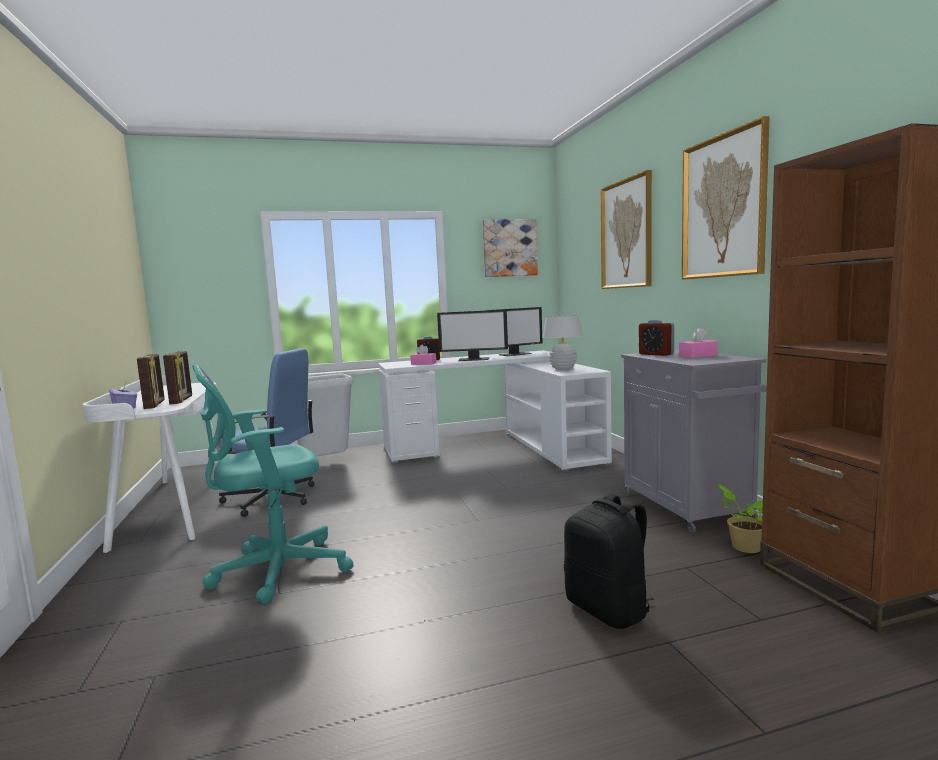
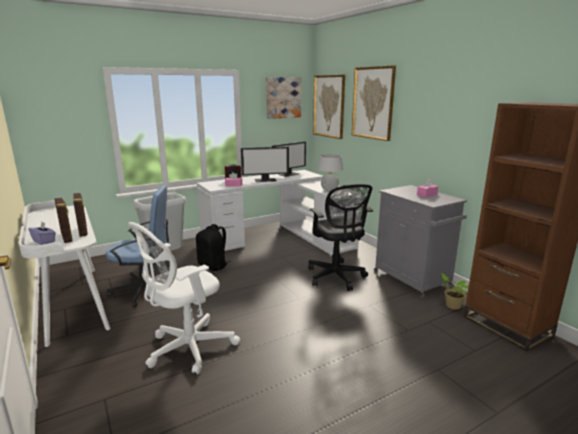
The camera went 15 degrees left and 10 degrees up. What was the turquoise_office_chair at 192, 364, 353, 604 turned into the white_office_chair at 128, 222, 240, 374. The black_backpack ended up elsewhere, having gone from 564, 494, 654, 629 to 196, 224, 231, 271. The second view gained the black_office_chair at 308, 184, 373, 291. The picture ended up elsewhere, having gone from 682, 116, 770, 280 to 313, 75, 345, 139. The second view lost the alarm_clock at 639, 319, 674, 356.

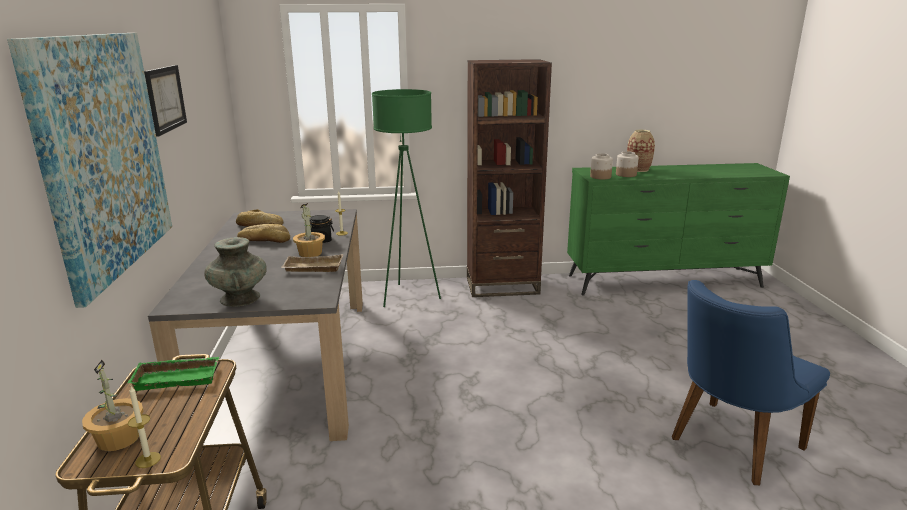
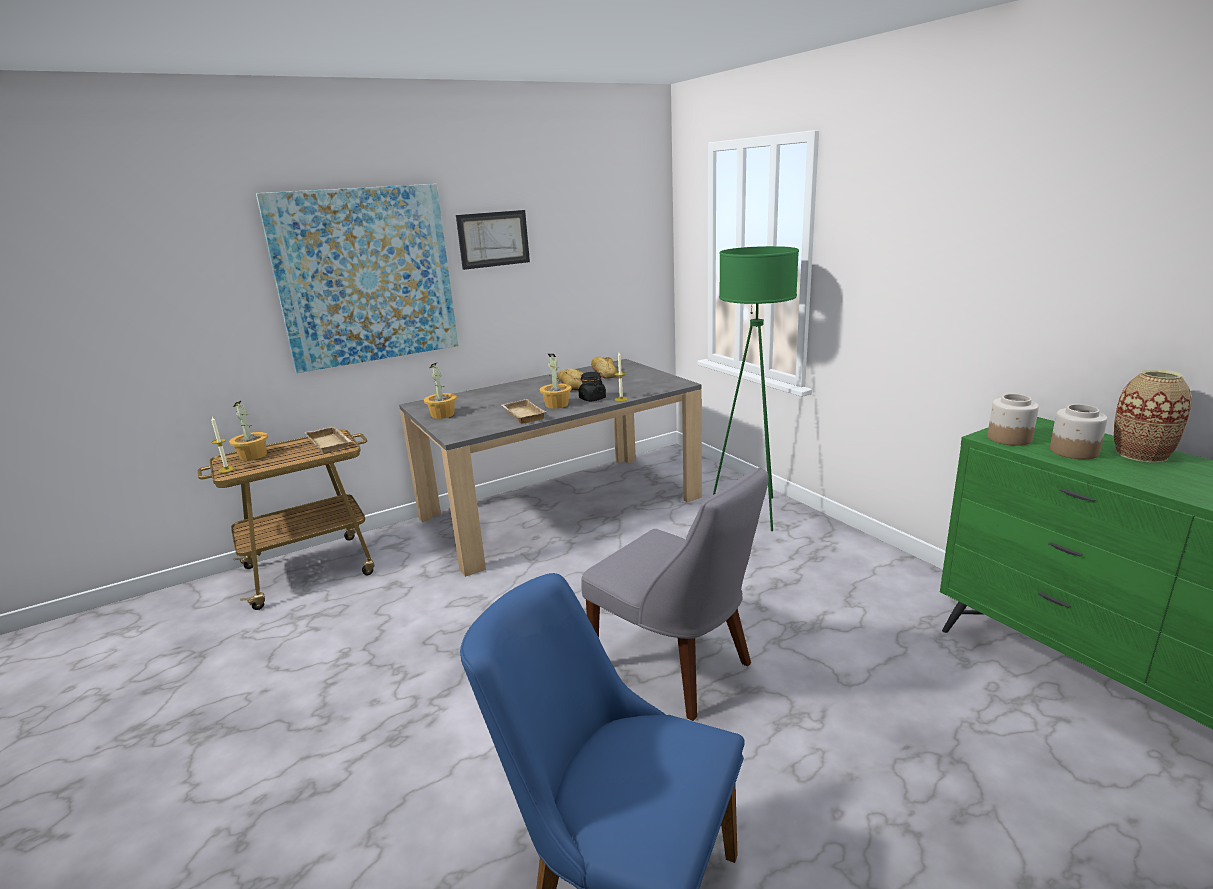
The camera went 65 degrees right and 0 degrees up. What was the green_tray at 127, 357, 219, 391 turned into the beige_tray at 305, 426, 352, 454. Where the turquoise_vase stood at 204, 237, 267, 307, the potted_plant came to stand at 424, 363, 457, 419. The second view gained the grey_chair at 581, 468, 769, 721. The second view lost the brown_bookcase at 467, 59, 552, 297.

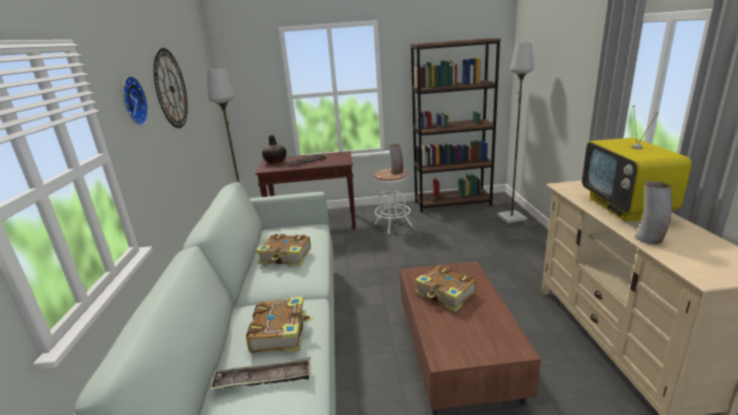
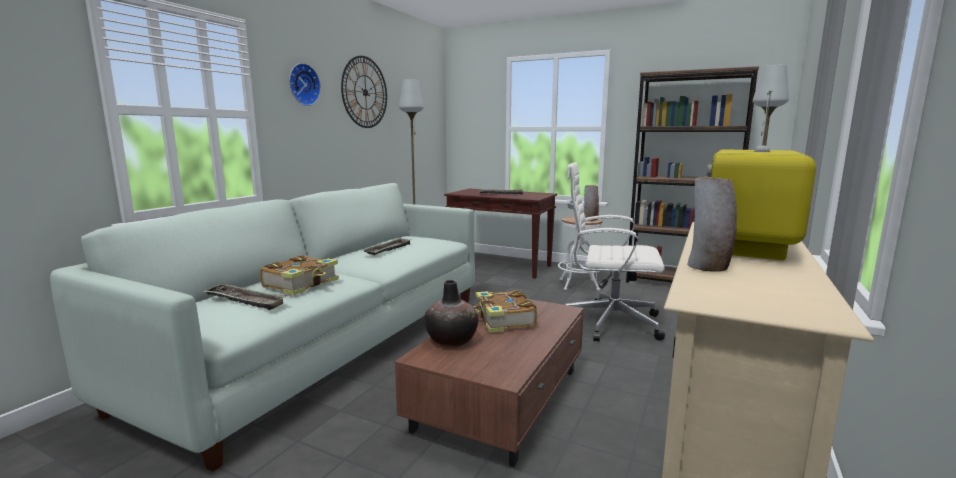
The camera went 30 degrees right and 10 degrees down. Where the book stood at 256, 234, 311, 266, the tray came to stand at 363, 237, 412, 255. The vase ended up elsewhere, having gone from 262, 135, 287, 164 to 424, 280, 478, 347. The second view gained the white_office_chair at 565, 162, 665, 342.

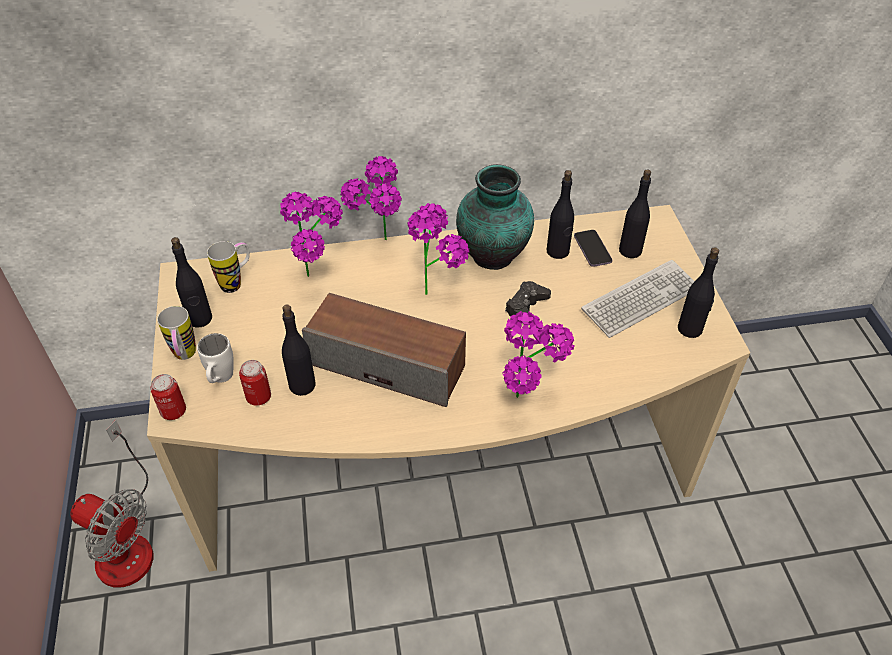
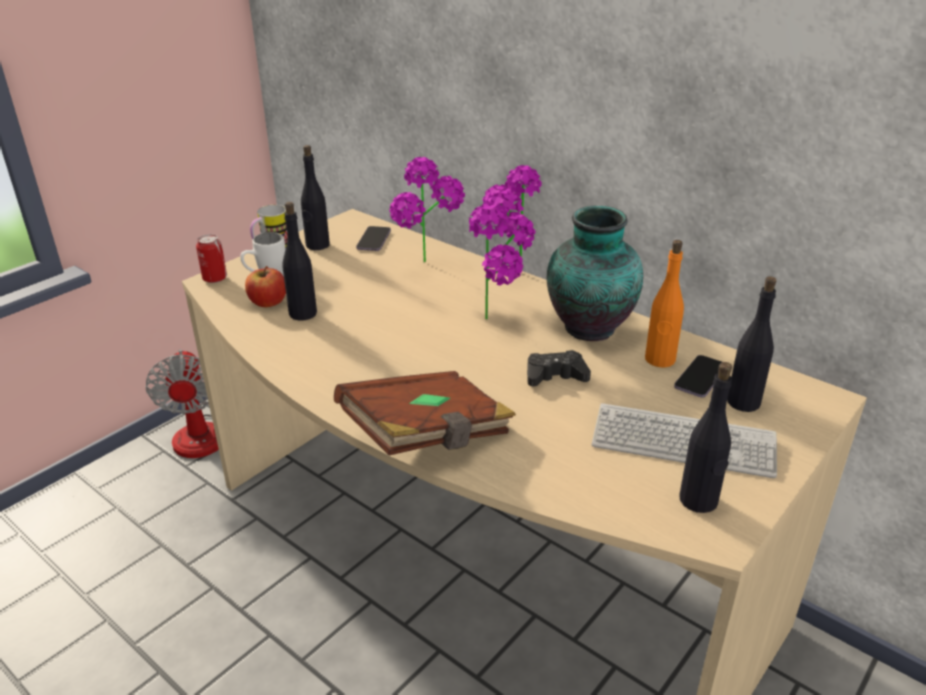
The camera went 50 degrees right and 15 degrees down. Where the can stood at 239, 360, 271, 406, the apple came to stand at 245, 266, 286, 307. Where the potted_plant stood at 503, 311, 575, 398, the brown_book came to stand at 334, 371, 516, 455. Where the mug stood at 207, 241, 250, 293, the phone came to stand at 356, 226, 391, 251. What was the black_bottle at 547, 170, 574, 259 turned into the orange_bottle at 645, 240, 684, 368. The second view lost the speaker at 302, 293, 466, 407.

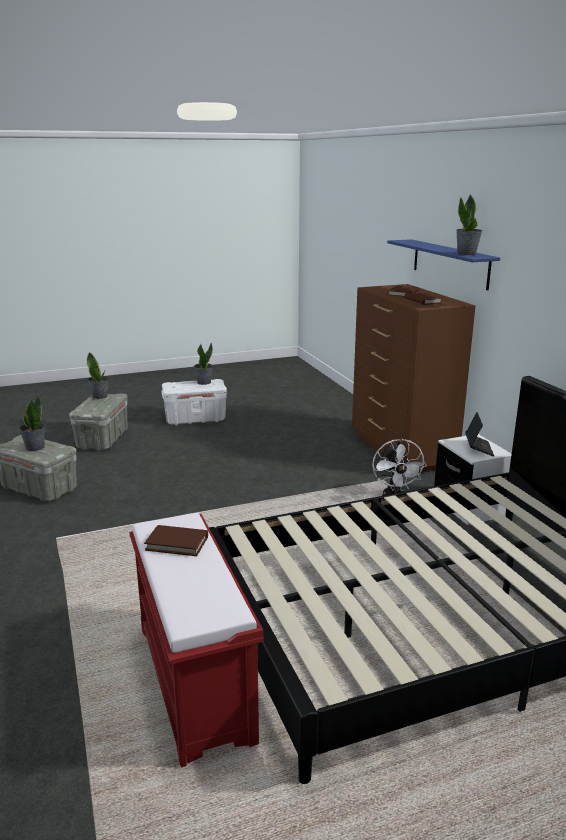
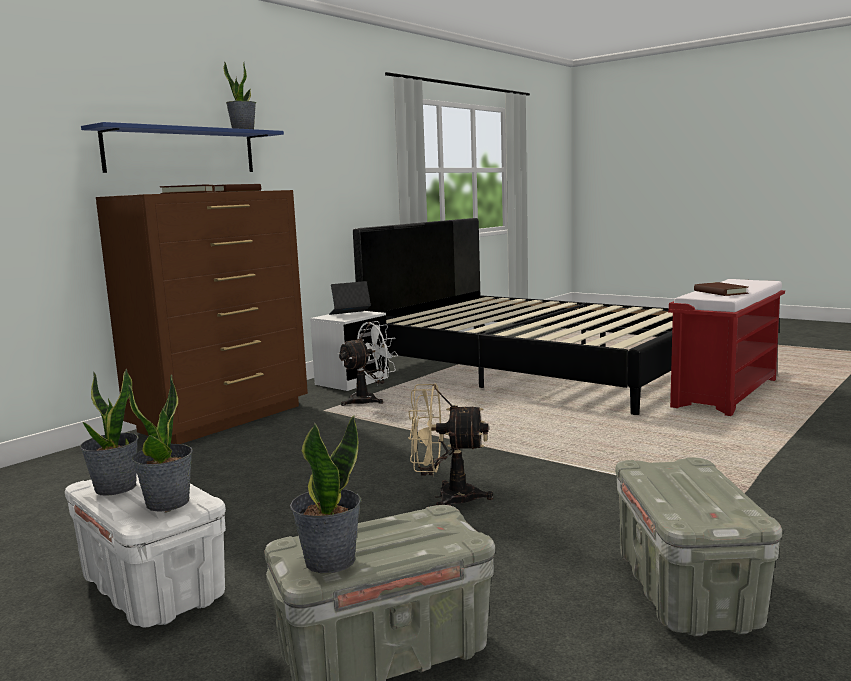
The camera went 120 degrees left and 10 degrees down. The potted_plant ended up elsewhere, having gone from 19, 395, 45, 451 to 128, 374, 193, 512. The second view gained the beige_fan at 408, 383, 493, 505.

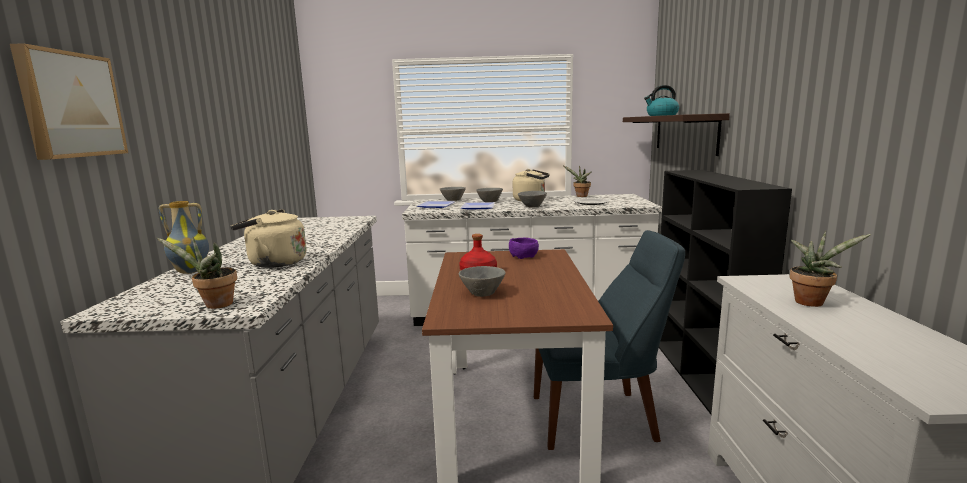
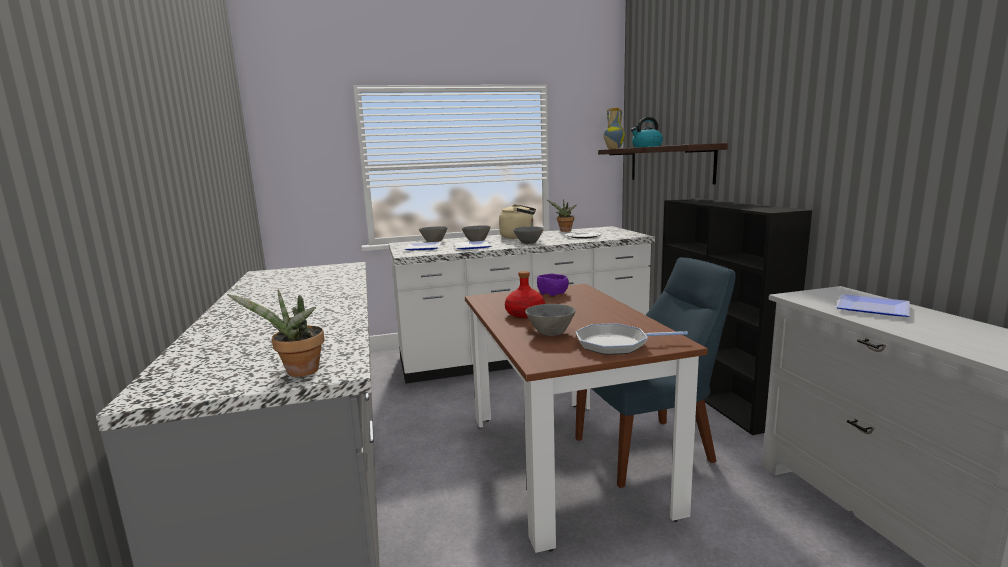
The camera went 15 degrees left and 0 degrees up. The second view gained the frying_pan at 575, 323, 688, 355. The vase ended up elsewhere, having gone from 159, 201, 209, 274 to 603, 108, 625, 149. Where the potted_plant stood at 789, 231, 871, 307, the plate came to stand at 836, 294, 910, 317. The second view lost the picture at 10, 43, 128, 160. The second view lost the beige_kettle at 231, 209, 307, 268.

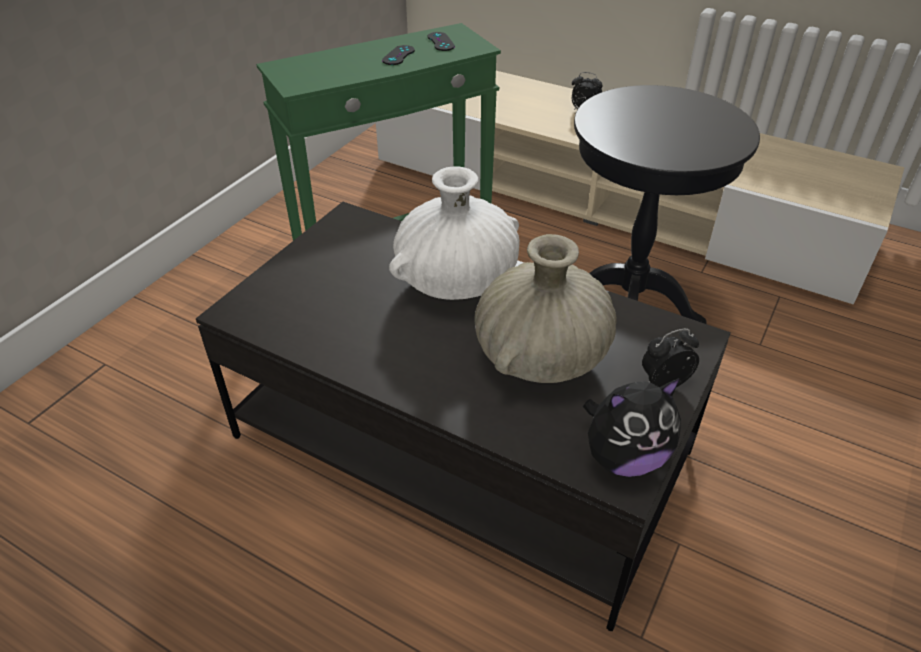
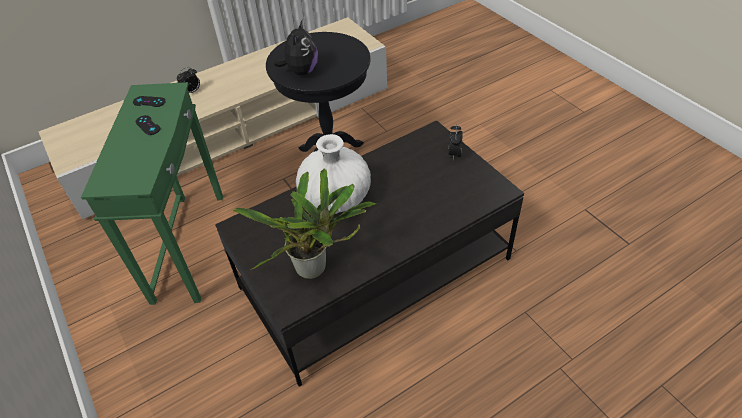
The camera went 60 degrees left and 5 degrees up. The second view gained the potted_plant at 233, 169, 377, 279. The plush_toy ended up elsewhere, having gone from 583, 378, 681, 477 to 274, 20, 318, 75. The second view lost the beige_vase at 474, 234, 617, 383.

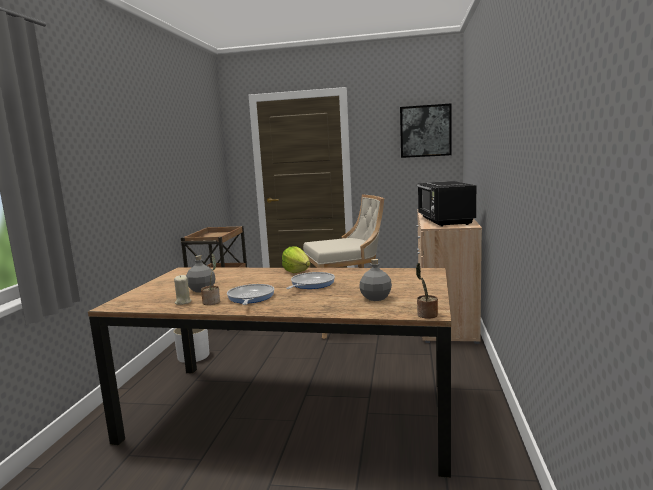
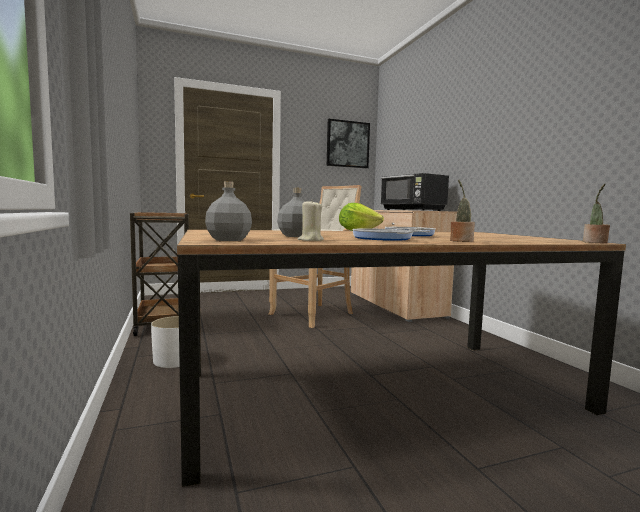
The camera went 30 degrees left and 5 degrees down. The grey_bottle ended up elsewhere, having gone from 359, 259, 392, 301 to 205, 181, 252, 241. The potted_plant ended up elsewhere, having gone from 201, 253, 220, 305 to 450, 180, 475, 242.

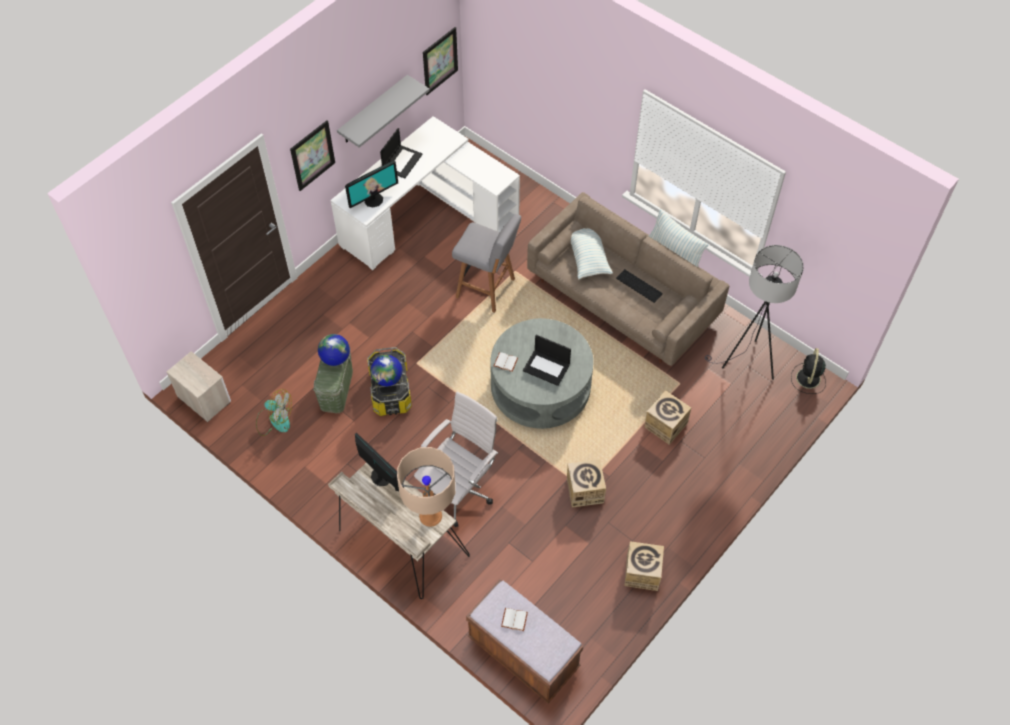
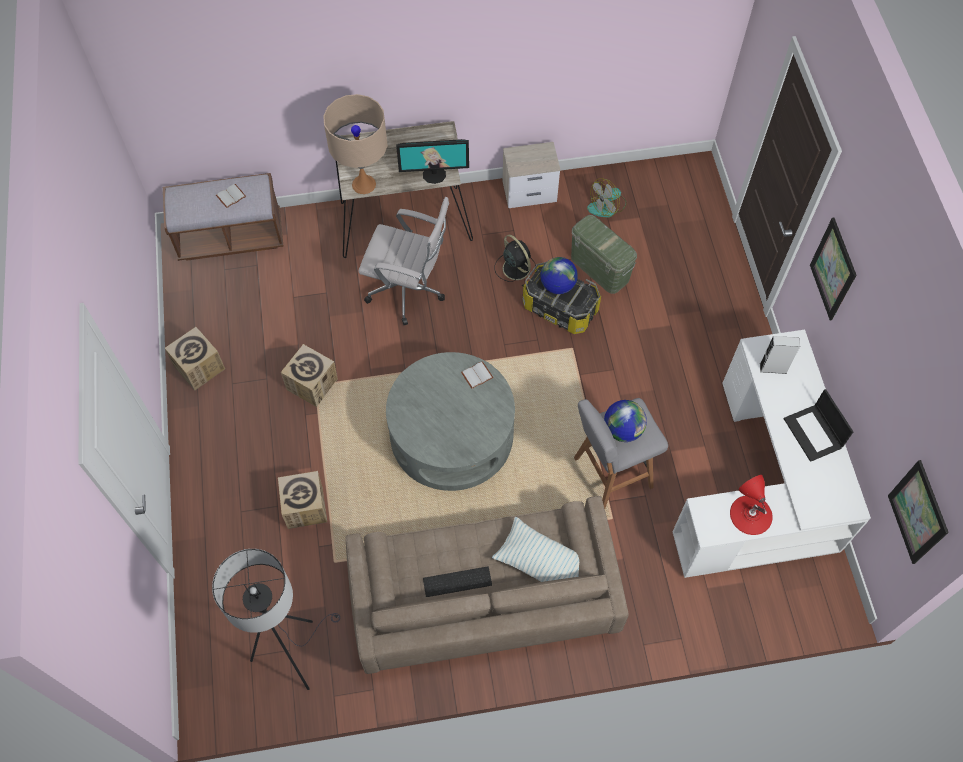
The camera went 130 degrees right and 5 degrees up. The white_office_chair at 414, 391, 498, 527 ended up facing another way, 60 degrees counterclockwise from before. The black_fan ended up elsewhere, having gone from 791, 348, 826, 394 to 494, 235, 537, 286. The nightstand ended up elsewhere, having gone from 167, 351, 231, 422 to 502, 142, 560, 208. The globe ended up elsewhere, having gone from 318, 334, 350, 366 to 604, 400, 647, 442. The second view gained the red_table_lamp at 730, 475, 773, 535. Where the monitor stood at 345, 161, 398, 208, the grey_speaker came to stand at 760, 336, 800, 374. The second view lost the grey_shelf at 337, 75, 429, 148. The second view lost the laptop at 523, 335, 571, 386. The second view lost the pillow at 648, 209, 709, 267.

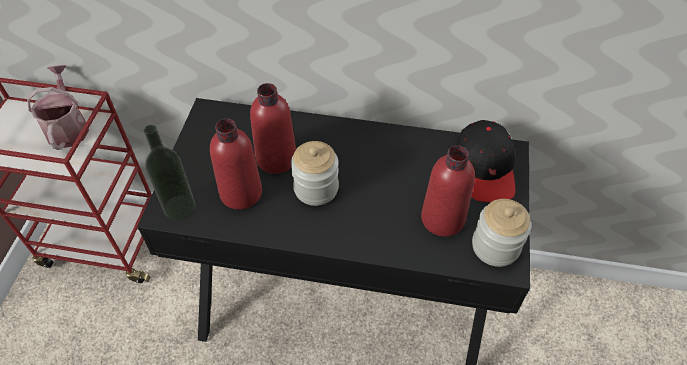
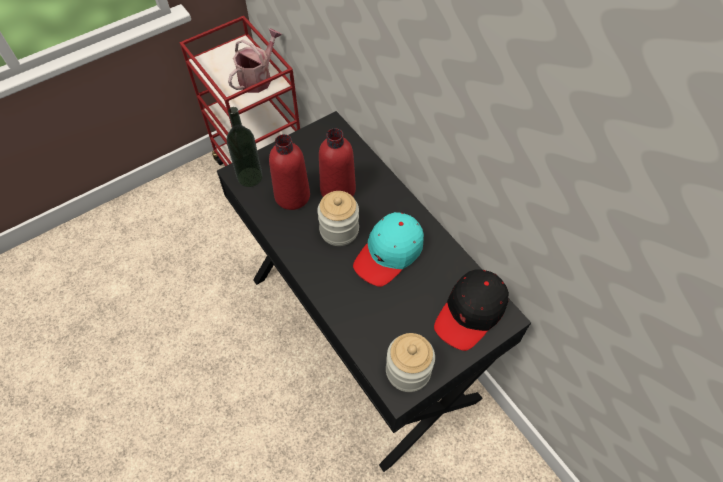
The camera went 45 degrees right and 5 degrees up. The second view gained the turquoise_cap at 353, 212, 424, 287. The second view lost the red_bottle at 421, 145, 475, 237.

